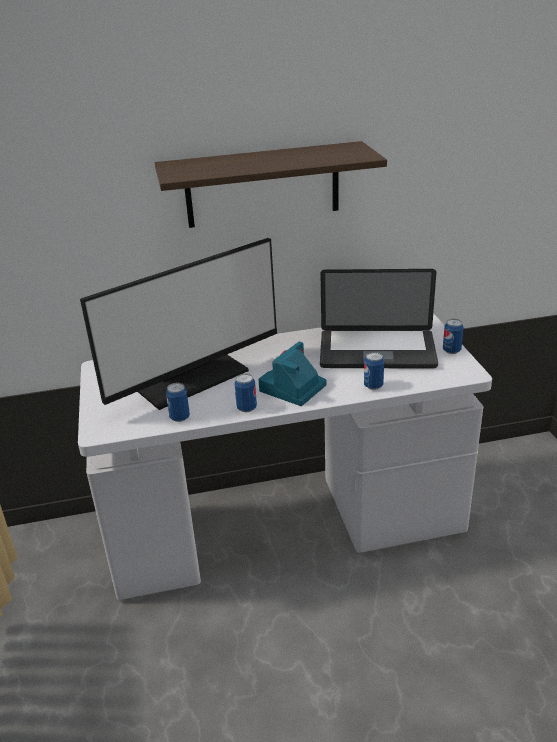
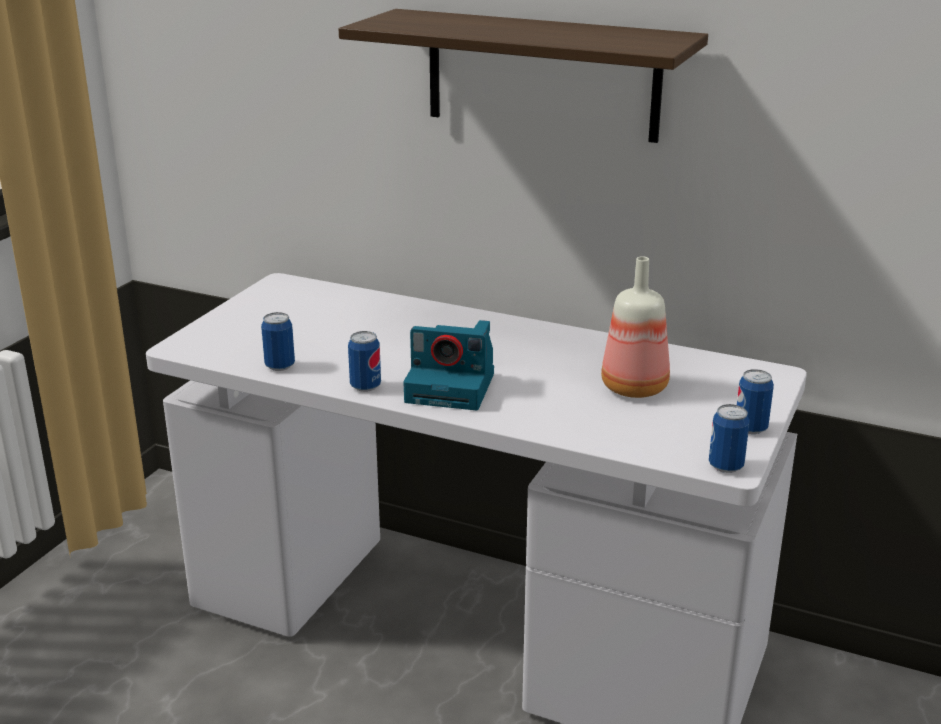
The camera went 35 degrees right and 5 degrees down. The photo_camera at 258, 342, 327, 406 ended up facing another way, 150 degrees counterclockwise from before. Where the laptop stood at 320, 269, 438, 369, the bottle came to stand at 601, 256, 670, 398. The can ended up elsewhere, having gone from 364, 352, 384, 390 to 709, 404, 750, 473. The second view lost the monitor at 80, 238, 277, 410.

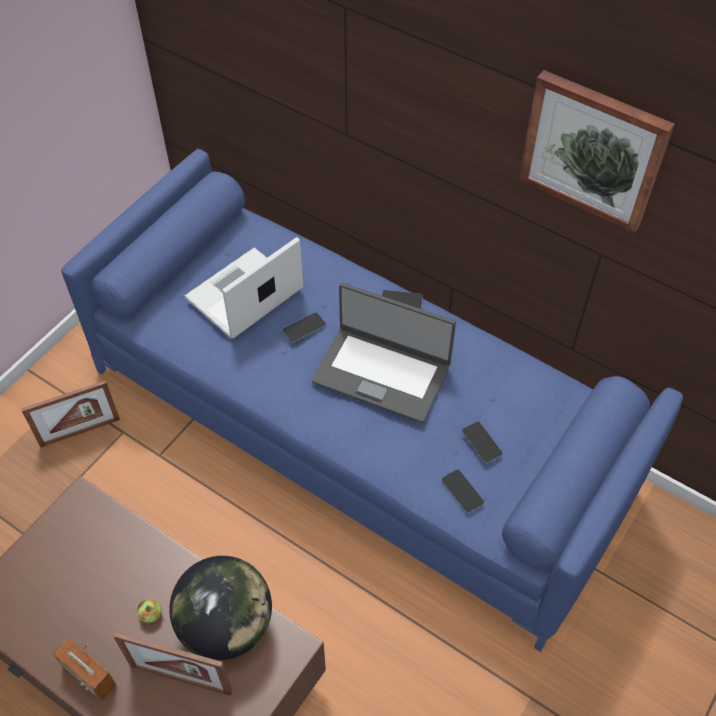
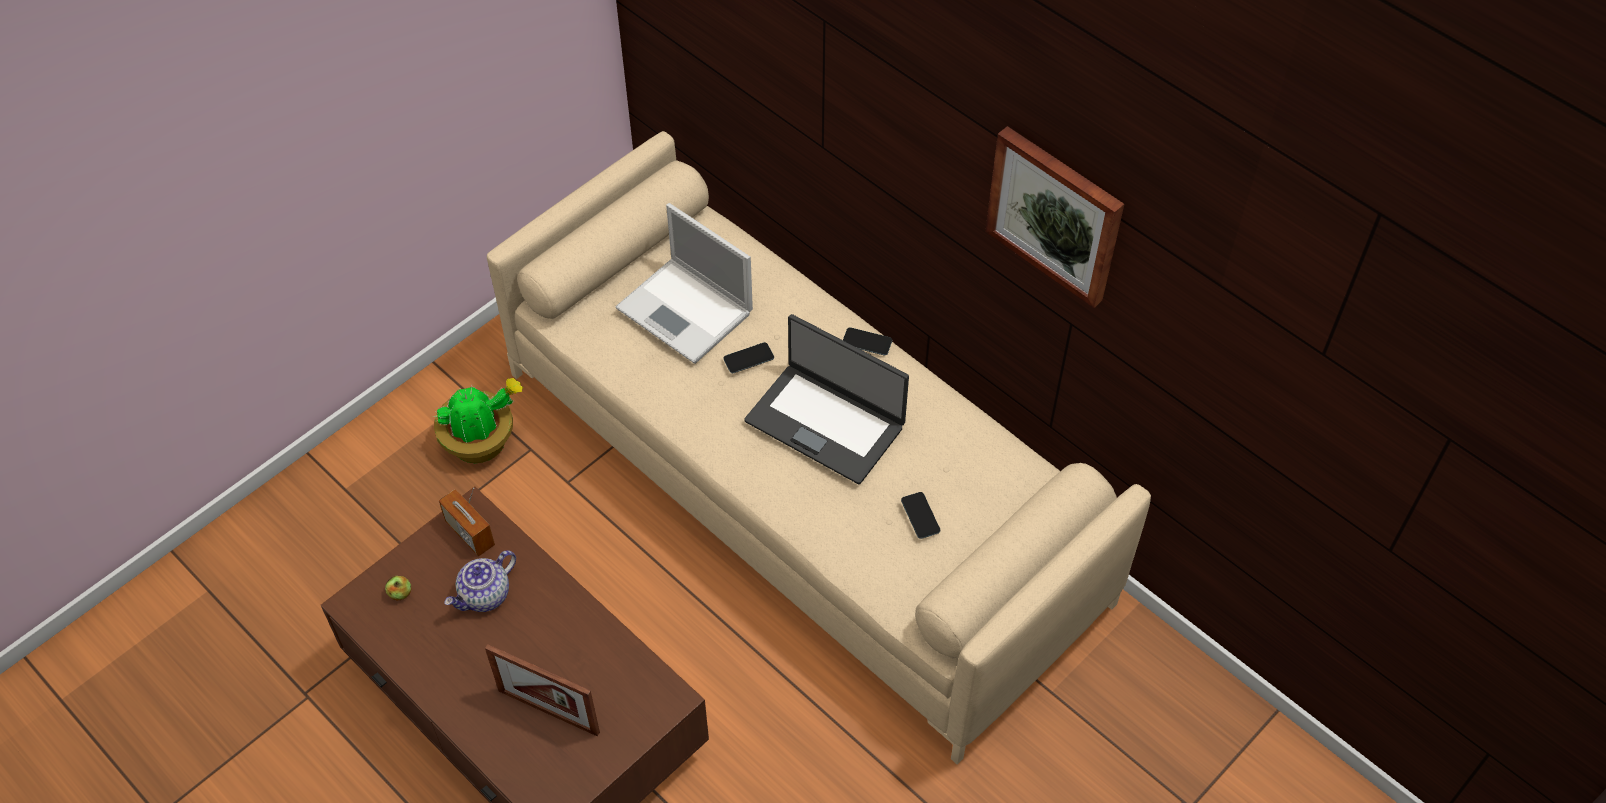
The camera went 10 degrees right and 0 degrees up. The apple ended up elsewhere, having gone from 137, 600, 162, 623 to 385, 576, 412, 600. Where the picture_frame stood at 21, 380, 120, 447, the potted_plant came to stand at 433, 378, 523, 463. The radio ended up elsewhere, having gone from 53, 638, 116, 701 to 439, 488, 495, 556. The second view gained the teapot at 444, 550, 516, 612. What was the blue_sofa at 61, 149, 683, 652 turned into the beige_sofa at 487, 131, 1151, 765. The laptop at 185, 237, 303, 339 ended up facing another way, 105 degrees counterclockwise from before. The second view lost the globe at 169, 556, 272, 660. The second view lost the phone at 442, 469, 484, 513.

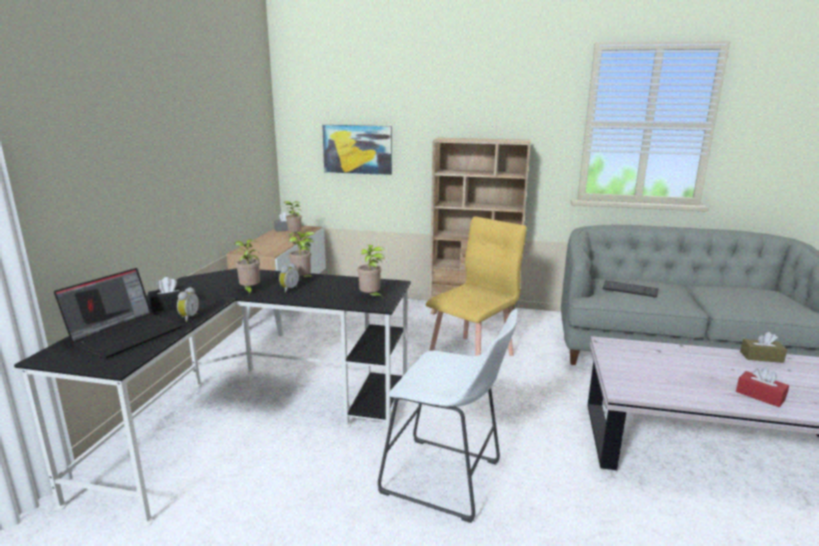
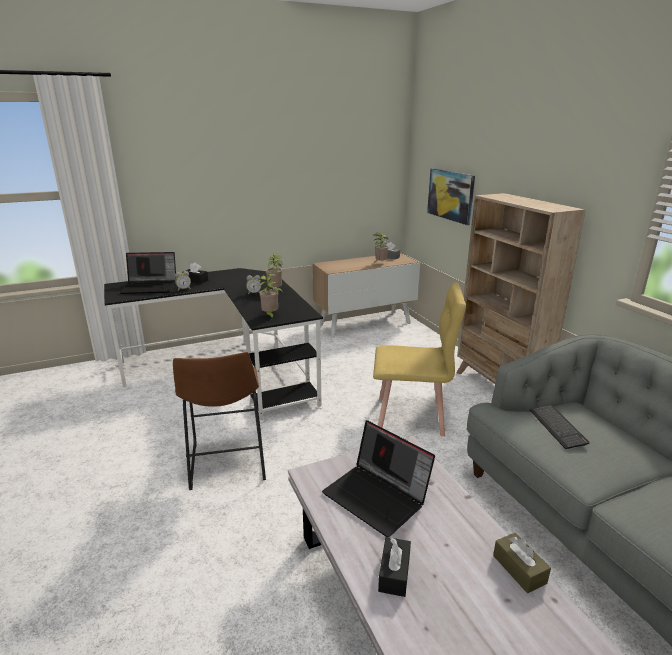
The camera went 55 degrees right and 5 degrees up. What was the white_stool at 378, 309, 518, 523 turned into the brown_stool at 173, 352, 266, 490. The second view gained the laptop at 322, 420, 435, 537. What was the red_tissue_box at 736, 367, 789, 407 turned into the black_tissue_box at 378, 537, 411, 597. The second view lost the potted_plant at 234, 239, 260, 295.

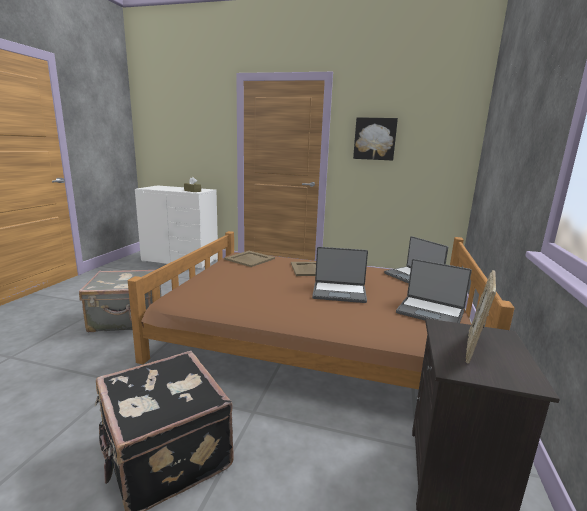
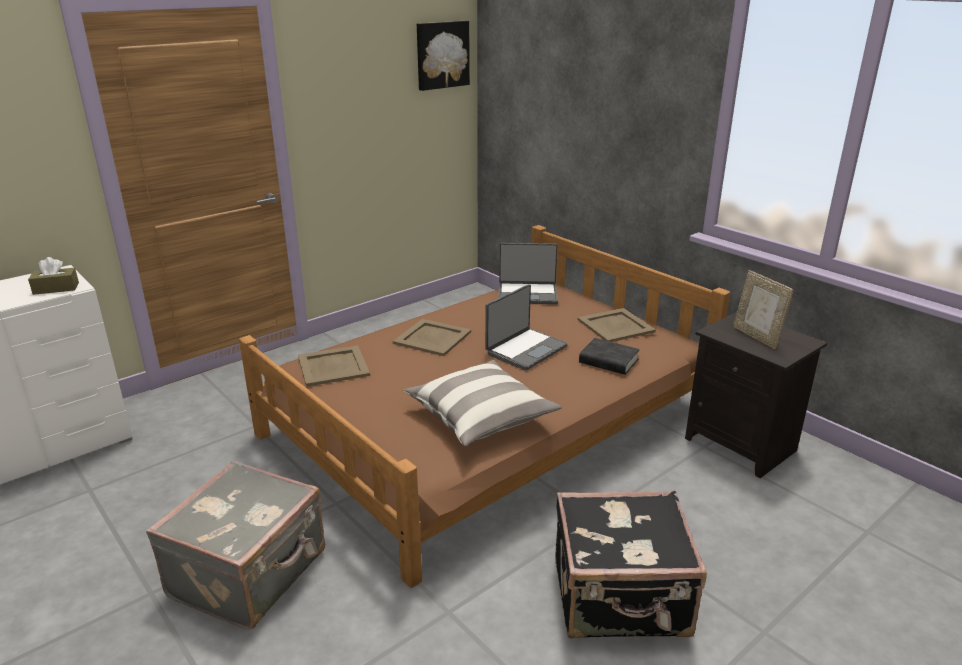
The camera went 55 degrees left and 10 degrees up. The second view gained the pillow at 404, 360, 562, 446. The picture ended up elsewhere, having gone from 353, 117, 398, 160 to 417, 21, 470, 91. Where the laptop stood at 396, 259, 472, 323, the beige_tray came to stand at 578, 308, 656, 342. The second view gained the black_book at 579, 338, 640, 375.

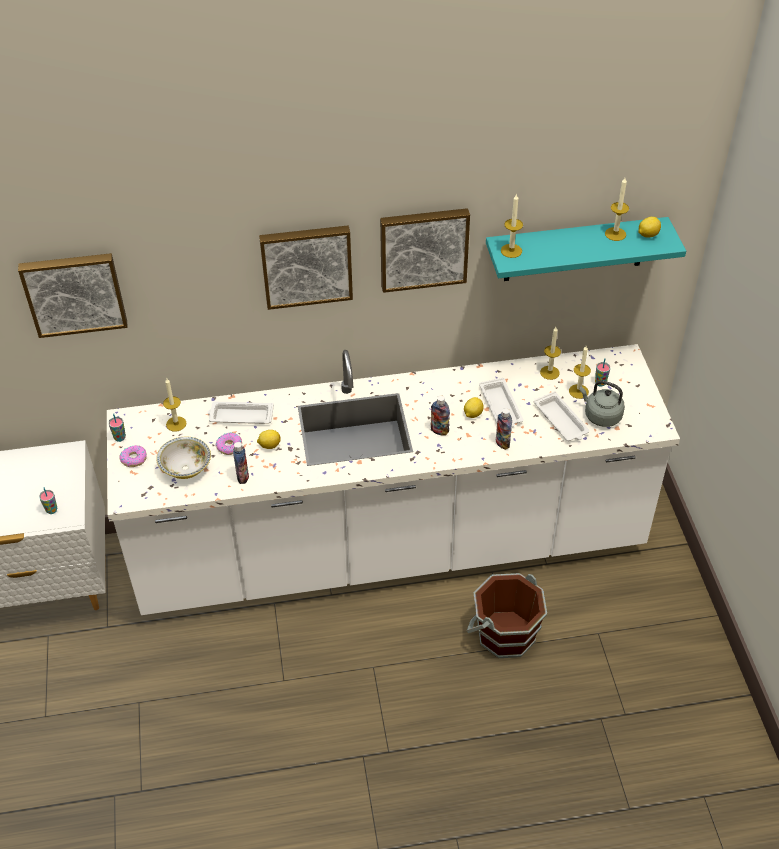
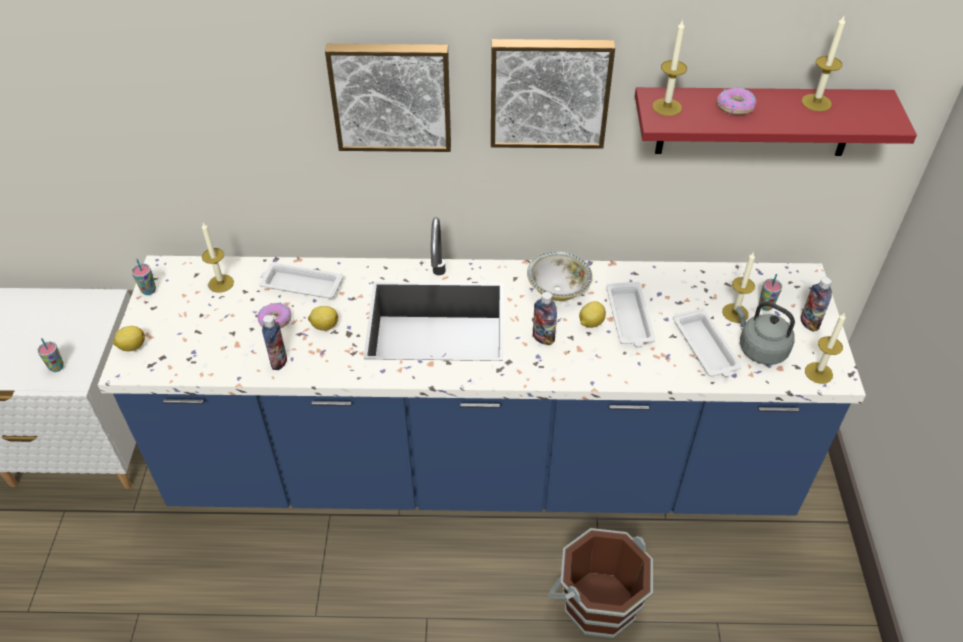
The camera went 10 degrees right and 0 degrees up. What was the white_counter at 107, 344, 680, 615 turned into the blue_counter at 98, 217, 866, 516. The lemon ended up elsewhere, having gone from 638, 217, 661, 238 to 113, 326, 145, 351. The bowl ended up elsewhere, having gone from 156, 437, 211, 479 to 527, 251, 593, 301. What was the turquoise_shelf at 486, 217, 686, 281 turned into the red_shelf at 635, 87, 917, 156. The donut ended up elsewhere, having gone from 119, 445, 147, 467 to 717, 88, 756, 115. The bottle ended up elsewhere, having gone from 496, 408, 512, 450 to 800, 277, 832, 332. The candle ended up elsewhere, having gone from 540, 327, 561, 380 to 805, 312, 846, 384. The second view lost the picture at 18, 253, 127, 338.

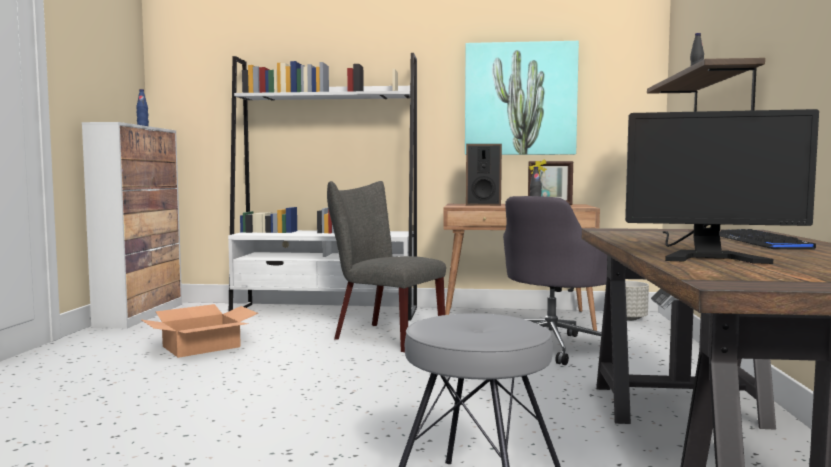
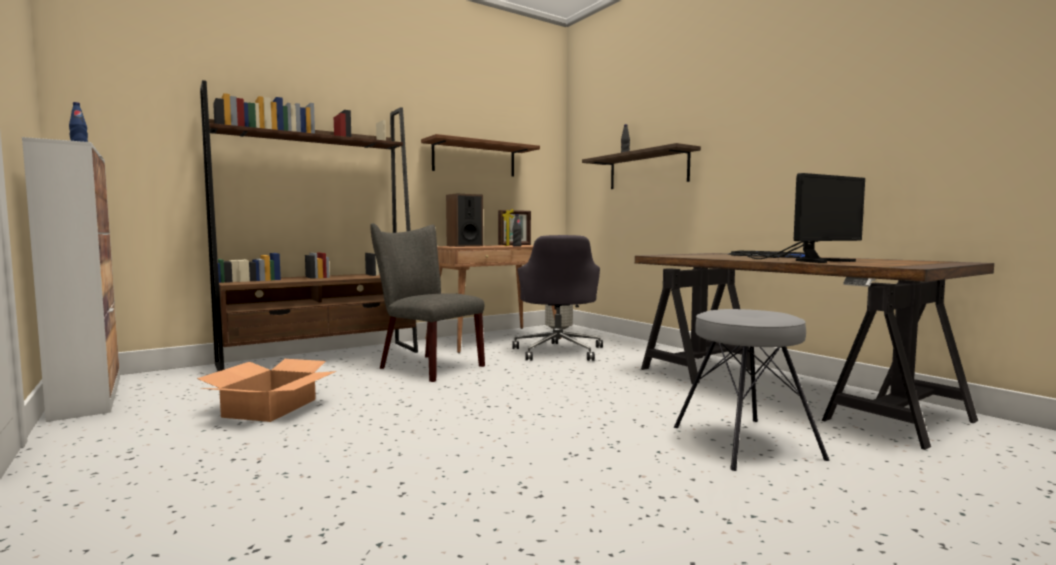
The camera went 40 degrees left and 0 degrees up. What was the white_bookcase at 228, 53, 417, 321 turned into the brown_bookcase at 200, 80, 418, 371. The grey_chair at 327, 181, 446, 352 ended up facing another way, 45 degrees clockwise from before. Where the picture hung at 465, 41, 579, 155, the brown_shelf came to hang at 421, 134, 540, 177.

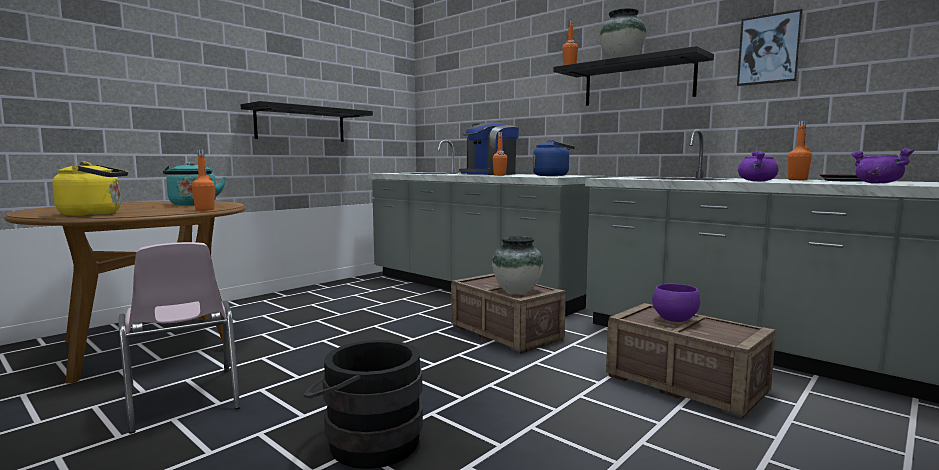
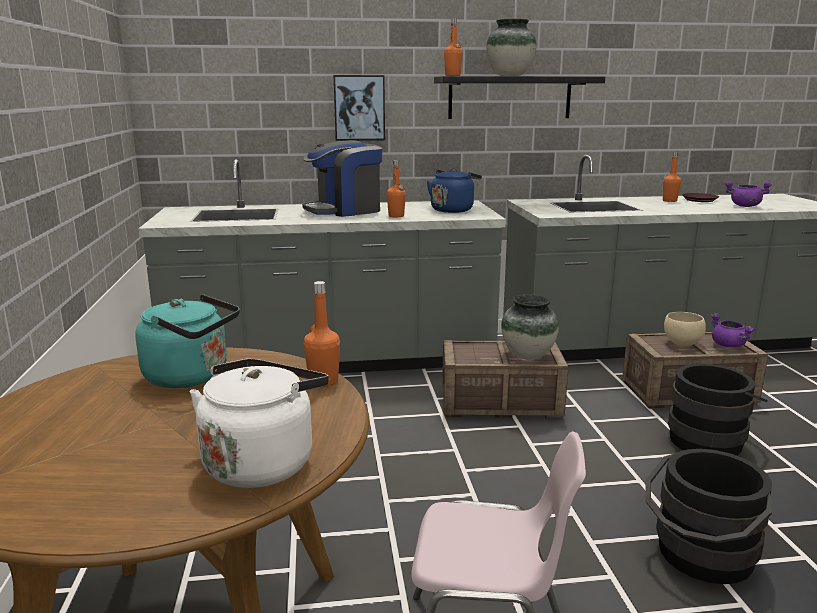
The camera went 50 degrees left and 10 degrees up. What was the yellow_kettle at 53, 162, 128, 216 turned into the white_kettle at 189, 358, 329, 488. The coffee_machine at 459, 123, 519, 175 ended up facing another way, 60 degrees clockwise from before. The picture ended up elsewhere, having gone from 737, 9, 803, 86 to 333, 75, 385, 141. What was the purple_bowl at 652, 284, 700, 322 turned into the beige_bowl at 664, 312, 706, 346. The second view gained the black_bucket at 668, 364, 768, 456. The purple_cooking_pot ended up elsewhere, having gone from 738, 151, 779, 181 to 711, 313, 755, 347. The second view lost the black_shelf at 241, 101, 373, 142.

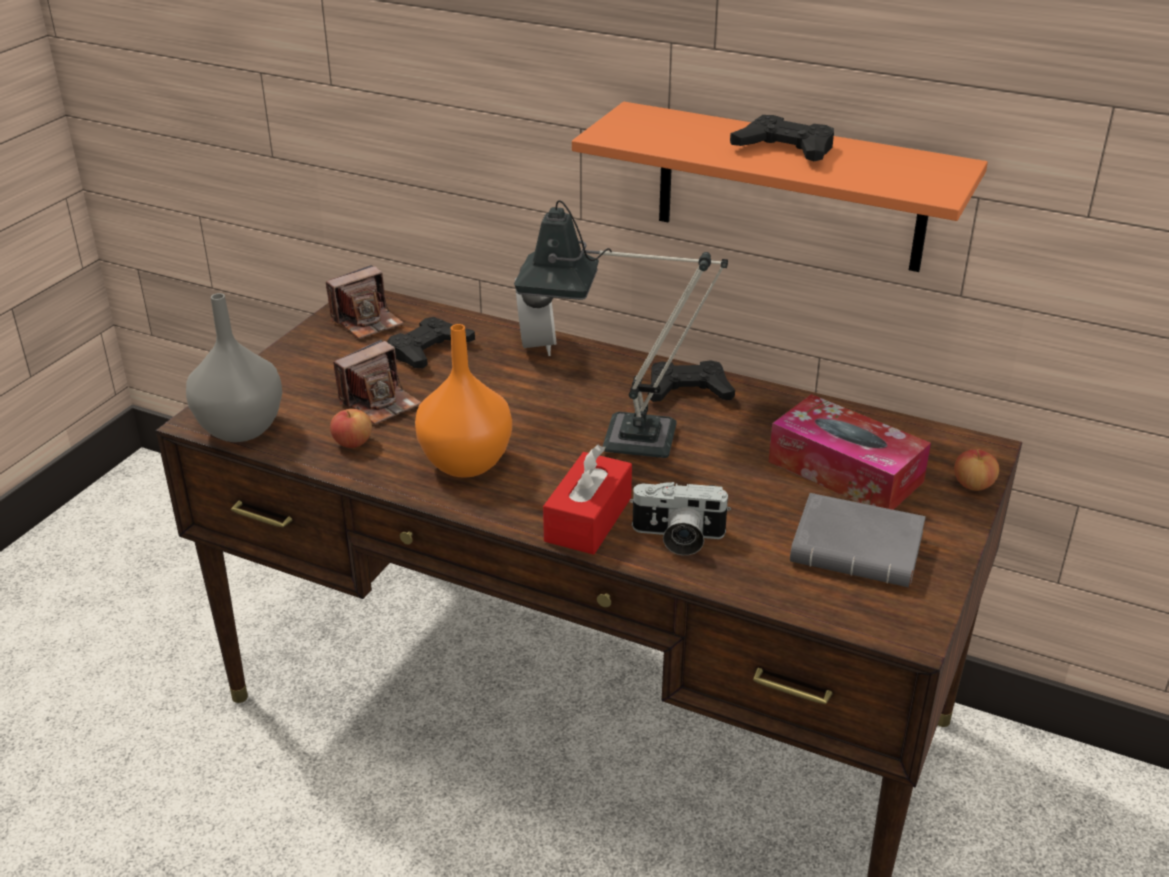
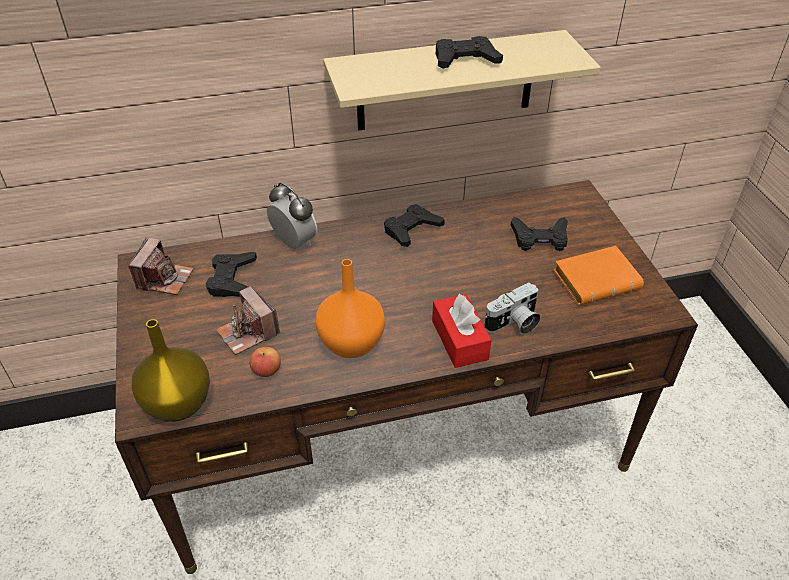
The camera went 40 degrees left and 10 degrees up. What was the grey_vase at 186, 293, 282, 442 turned into the yellow_vase at 132, 319, 210, 422. The photo_camera at 333, 339, 421, 424 ended up facing another way, 135 degrees clockwise from before. What was the orange_shelf at 572, 102, 988, 272 turned into the beige_shelf at 323, 30, 601, 131. Where the tissue_box stood at 769, 394, 931, 510, the black_game_controller came to stand at 511, 217, 568, 251. What was the grey_book at 790, 493, 926, 587 turned into the orange_book at 553, 246, 644, 305. The second view lost the table_lamp at 514, 200, 728, 458. The second view lost the apple at 954, 449, 999, 491.

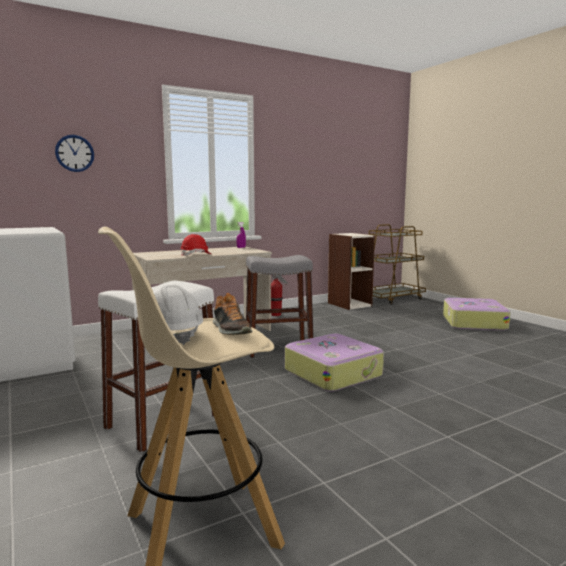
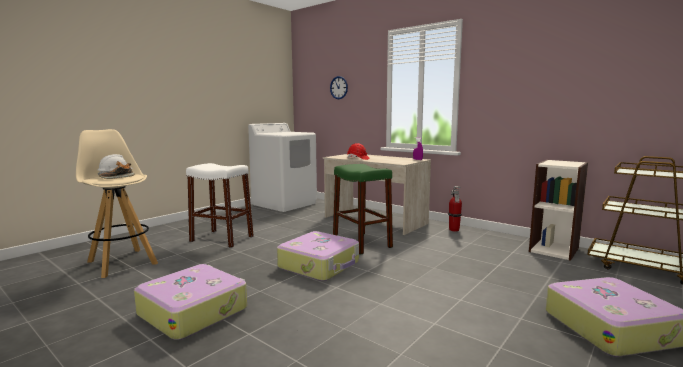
The camera went 70 degrees right and 0 degrees up. The second view gained the suitcase at 134, 264, 247, 340. What was the grey_stool at 246, 255, 314, 358 turned into the green_stool at 333, 164, 393, 255.

